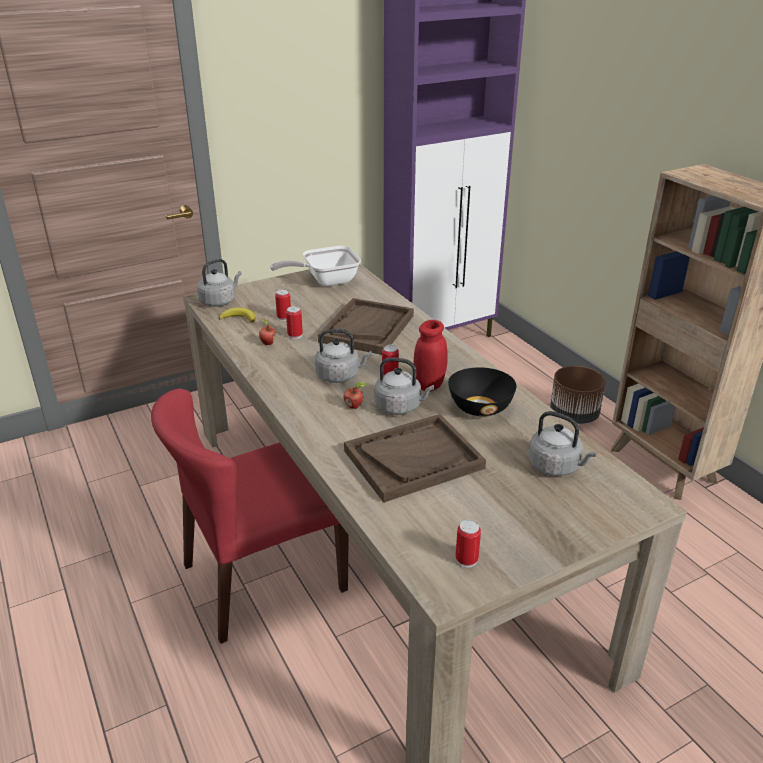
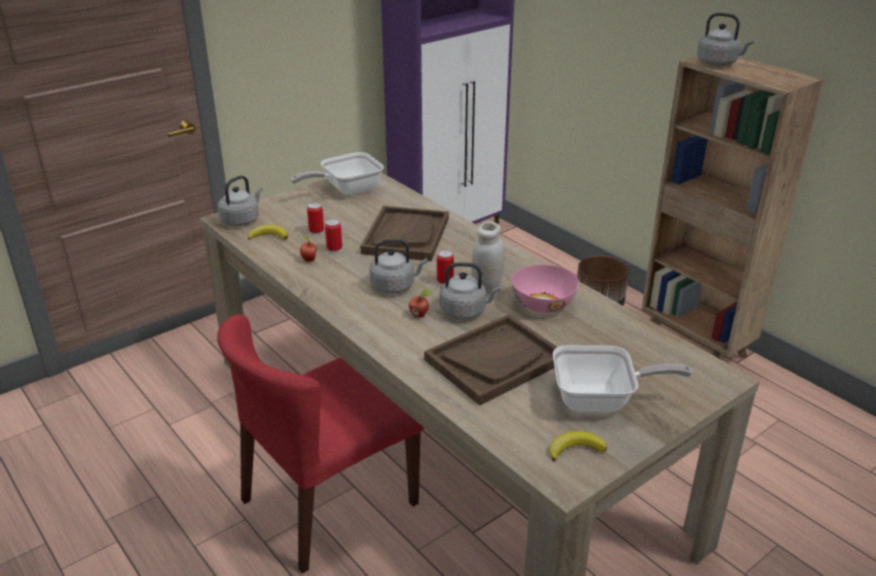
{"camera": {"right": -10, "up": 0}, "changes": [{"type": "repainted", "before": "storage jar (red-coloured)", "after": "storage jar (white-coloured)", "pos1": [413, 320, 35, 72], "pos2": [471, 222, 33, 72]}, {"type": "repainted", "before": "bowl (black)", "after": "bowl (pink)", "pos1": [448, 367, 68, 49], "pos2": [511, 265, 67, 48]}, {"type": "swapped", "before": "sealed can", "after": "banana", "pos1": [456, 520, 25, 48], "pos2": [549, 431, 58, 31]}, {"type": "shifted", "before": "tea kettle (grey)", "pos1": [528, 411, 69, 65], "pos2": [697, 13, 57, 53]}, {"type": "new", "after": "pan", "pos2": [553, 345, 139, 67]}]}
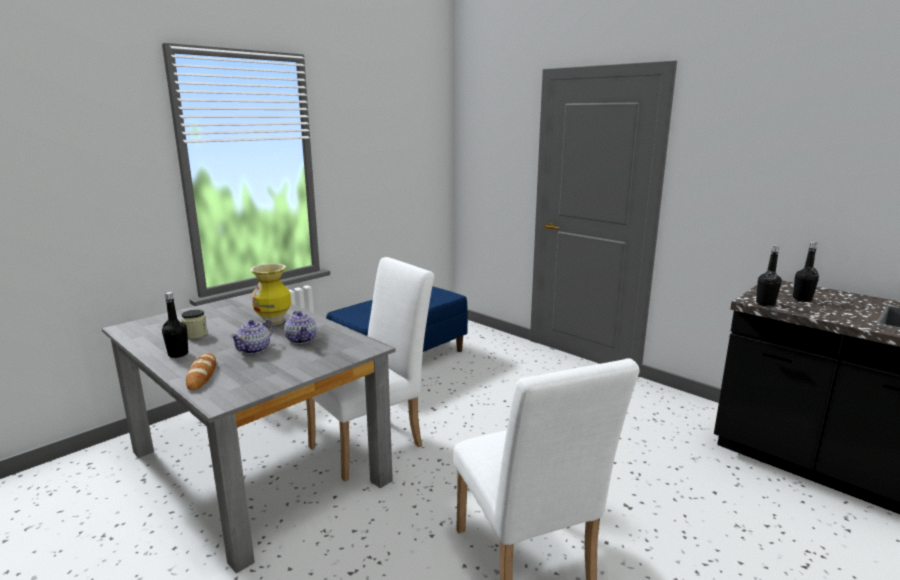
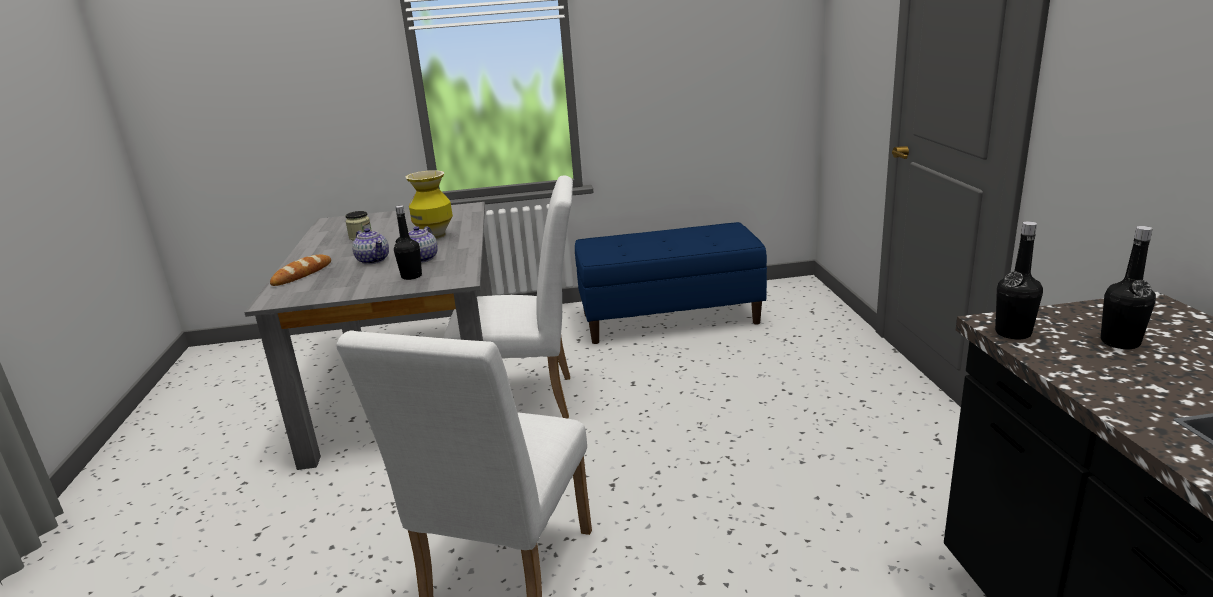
{"camera": {"right": 40, "up": 5}, "changes": [{"type": "shifted", "before": "bottle (black)", "pos1": [162, 292, 26, 66], "pos2": [394, 205, 28, 75]}, {"type": "rotated", "before": "tea pot", "pos1": [230, 319, 43, 35], "pos2": [352, 228, 37, 37], "turn": -105}]}
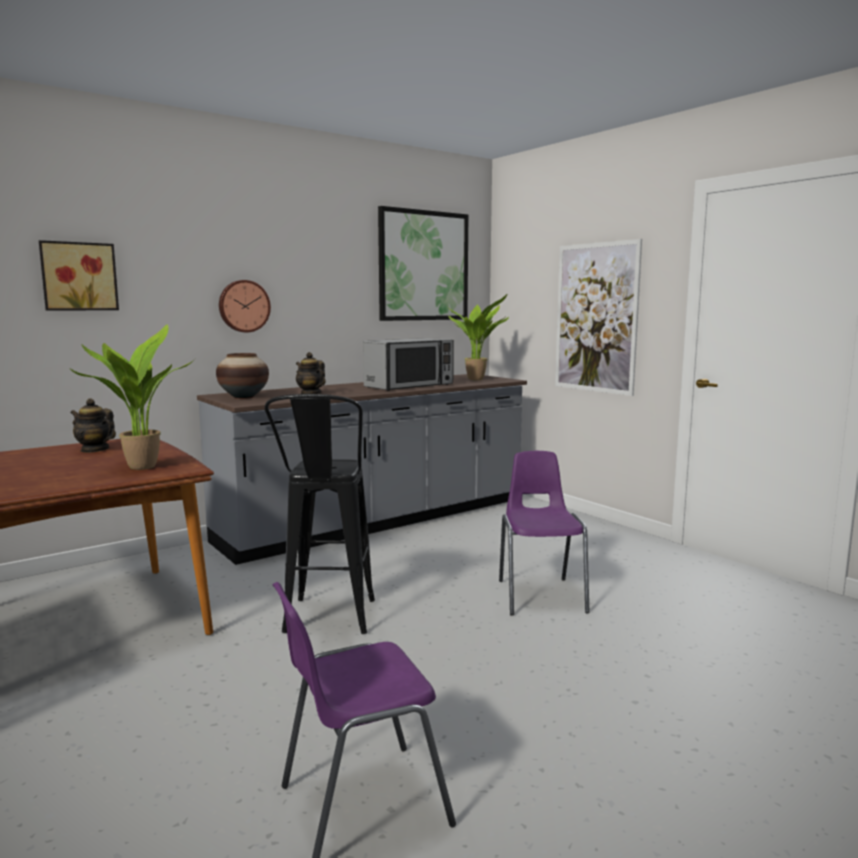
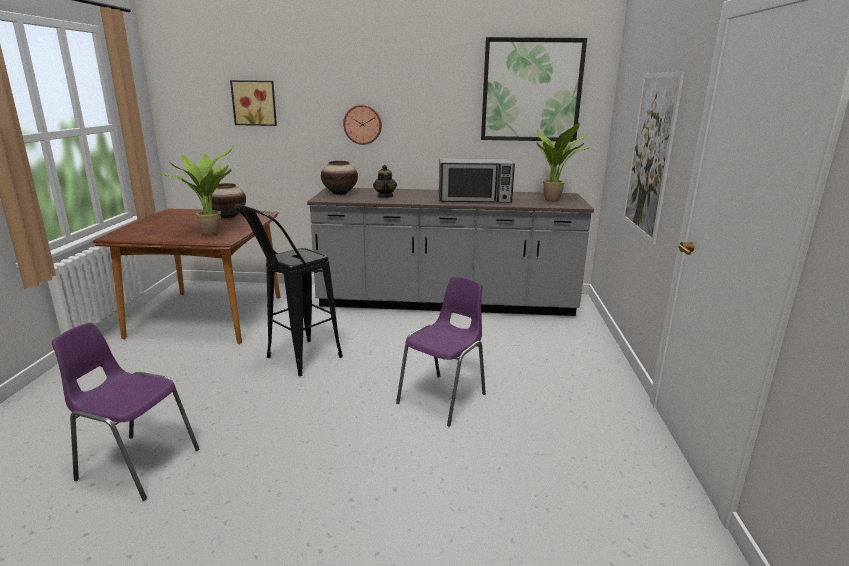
{"camera": {"right": 40, "up": 10}, "changes": [{"type": "swapped", "before": "tea pot", "after": "flower vase", "pos1": [71, 398, 45, 55], "pos2": [207, 183, 39, 35]}]}
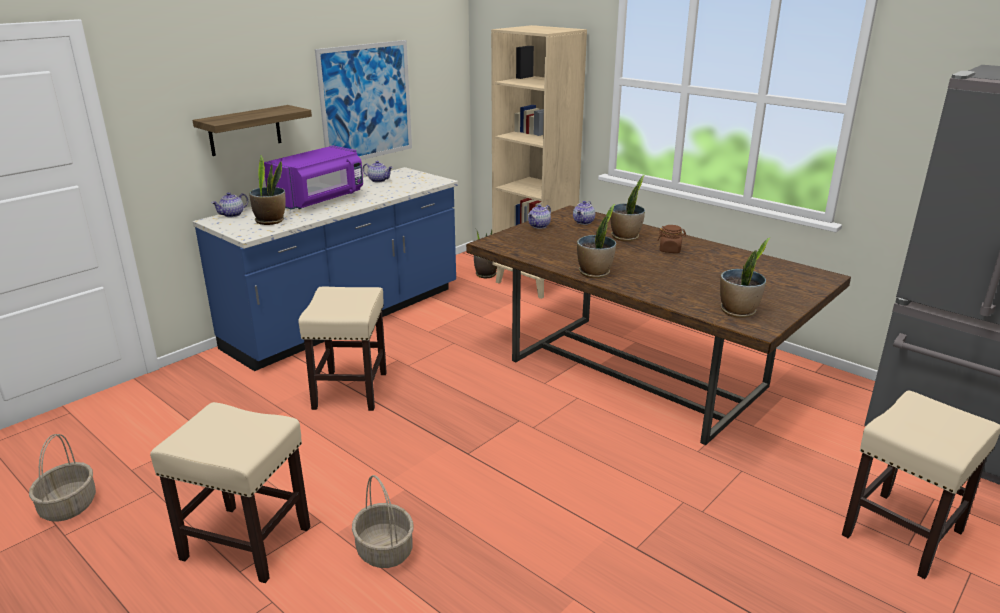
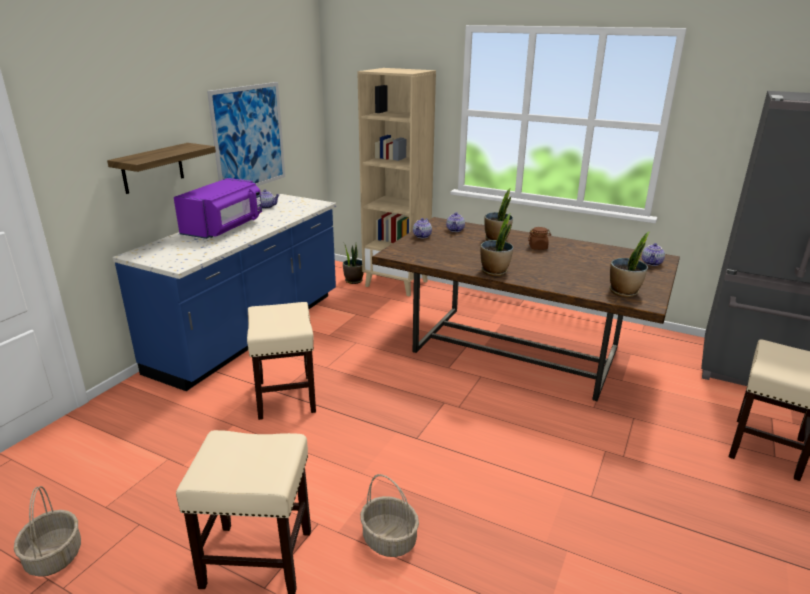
{"camera": {"right": -15, "up": 0}, "changes": [{"type": "shifted", "before": "tea pot", "pos1": [212, 192, 36, 25], "pos2": [642, 243, 23, 23]}, {"type": "gone", "before": "houseplant", "pos1": [249, 155, 37, 70]}]}
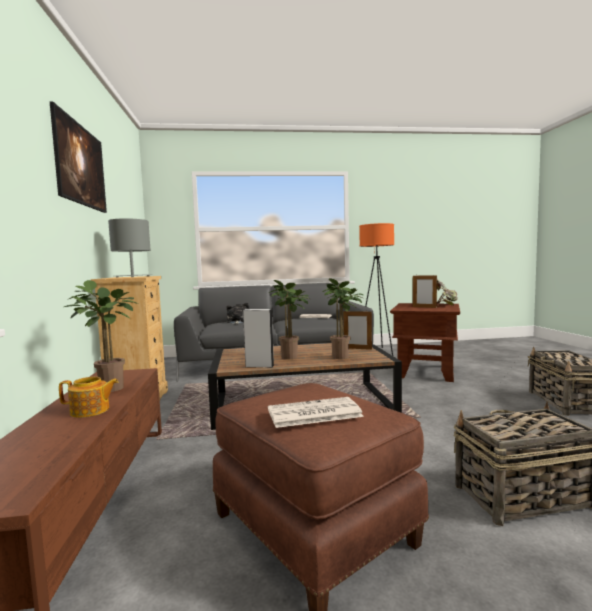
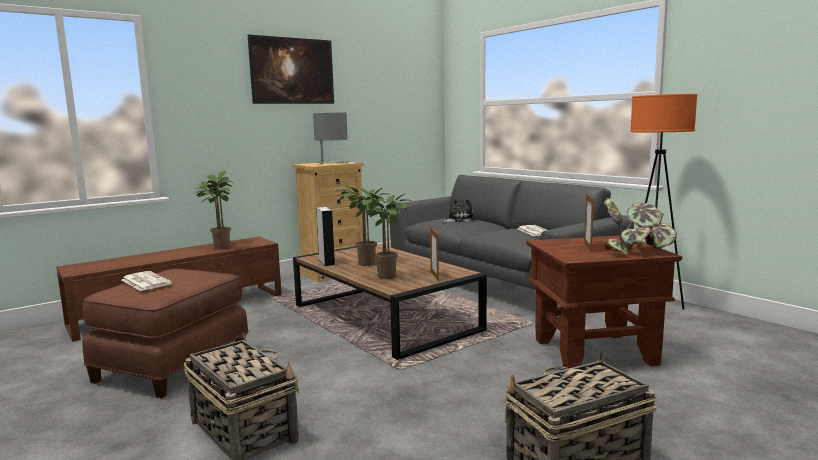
{"camera": {"right": 60, "up": 5}, "changes": [{"type": "gone", "before": "tea pot", "pos1": [59, 377, 60, 41]}]}
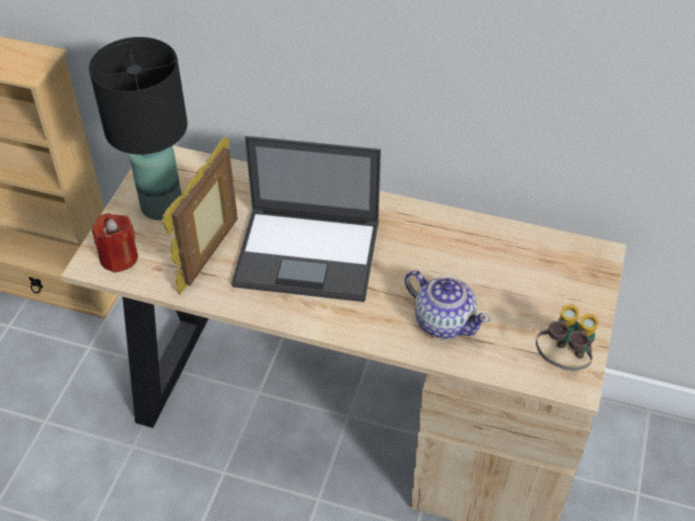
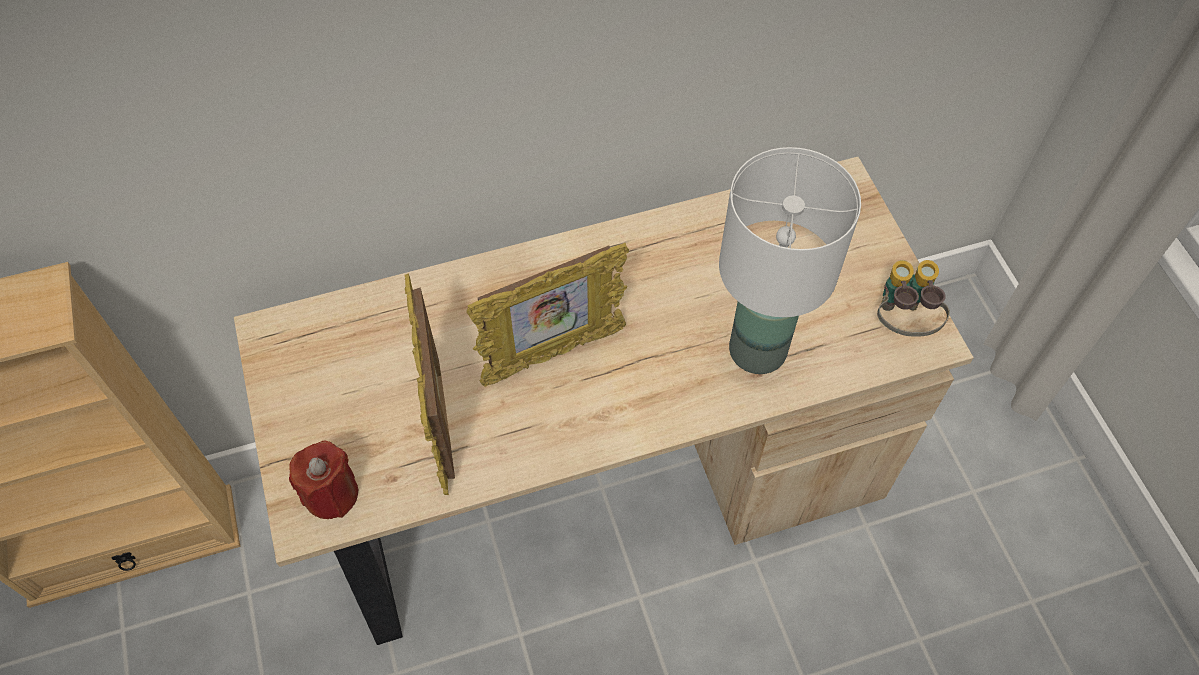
{"camera": {"right": -35, "up": 10}, "changes": [{"type": "gone", "before": "tabletop lamp (black)", "pos1": [89, 37, 99, 183]}, {"type": "swapped", "before": "laptop", "after": "picture frame", "pos1": [231, 136, 150, 166], "pos2": [466, 243, 163, 144]}, {"type": "swapped", "before": "tea pot", "after": "tabletop lamp (white-coloured)", "pos1": [405, 270, 85, 69], "pos2": [719, 147, 142, 227]}]}
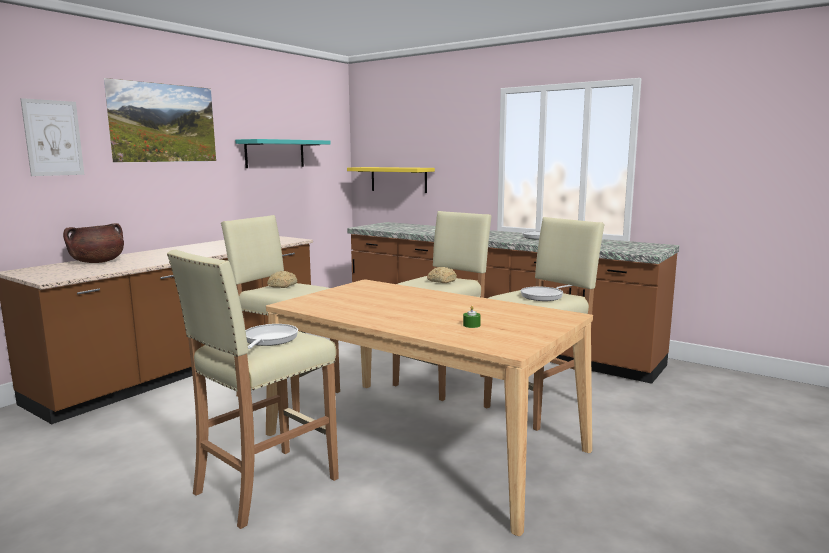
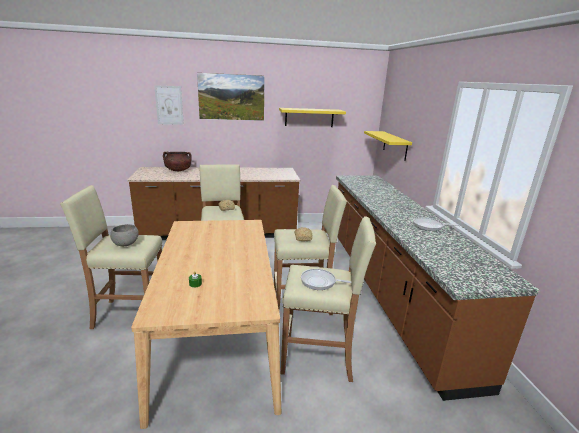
{"camera": {"right": 45, "up": 10}, "changes": [{"type": "repainted", "before": "wall shelf (turquoise)", "after": "wall shelf (yellow-coloured)", "pos1": [235, 139, 96, 29], "pos2": [279, 108, 67, 19]}, {"type": "swapped", "before": "pan", "after": "bowl (grey)", "pos1": [245, 324, 53, 25], "pos2": [110, 224, 29, 22]}]}
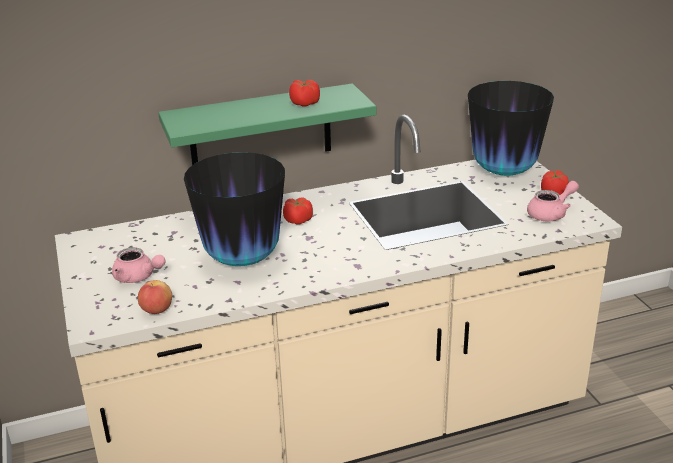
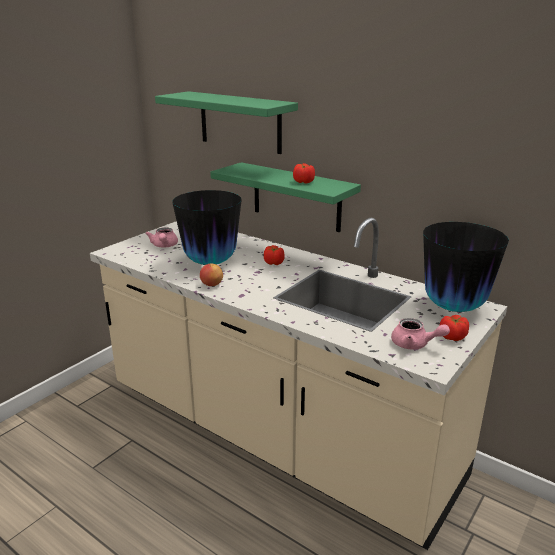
{"camera": {"right": 55, "up": -5}, "changes": [{"type": "shifted", "before": "apple fruit", "pos1": [138, 280, 34, 34], "pos2": [200, 263, 23, 23]}, {"type": "new", "after": "wall shelf (green)", "pos2": [155, 91, 143, 63]}]}
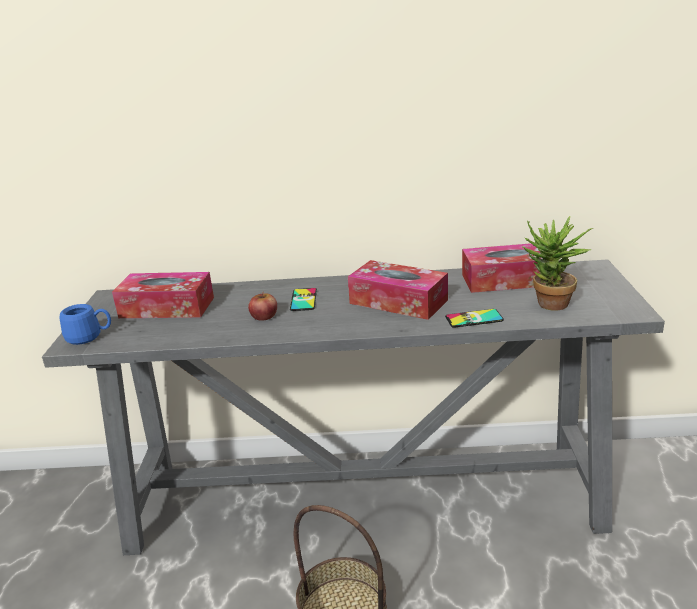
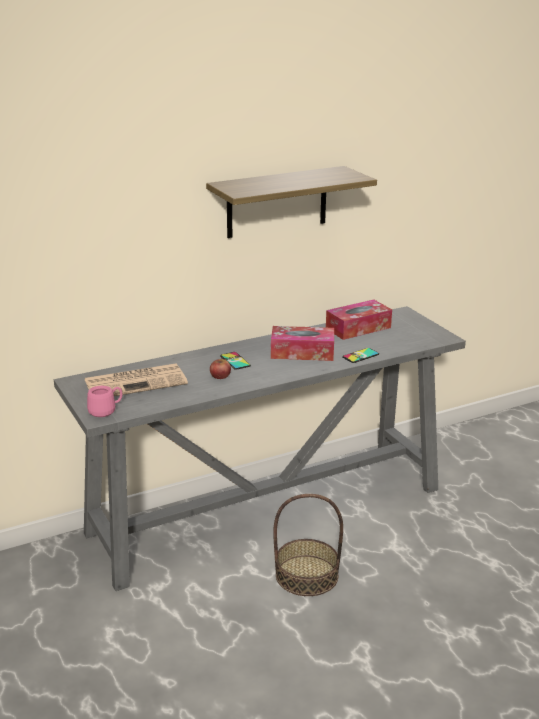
{"camera": {"right": -30, "up": 0}, "changes": [{"type": "repainted", "before": "coffee mug (blue-coloured)", "after": "coffee mug (pink)", "pos1": [59, 304, 52, 41], "pos2": [87, 386, 35, 31]}, {"type": "swapped", "before": "tissue box", "after": "daily paper", "pos1": [112, 272, 102, 46], "pos2": [85, 364, 103, 32]}, {"type": "gone", "before": "houseplant", "pos1": [522, 216, 71, 94]}, {"type": "new", "after": "wall shelf", "pos2": [206, 166, 171, 72]}]}
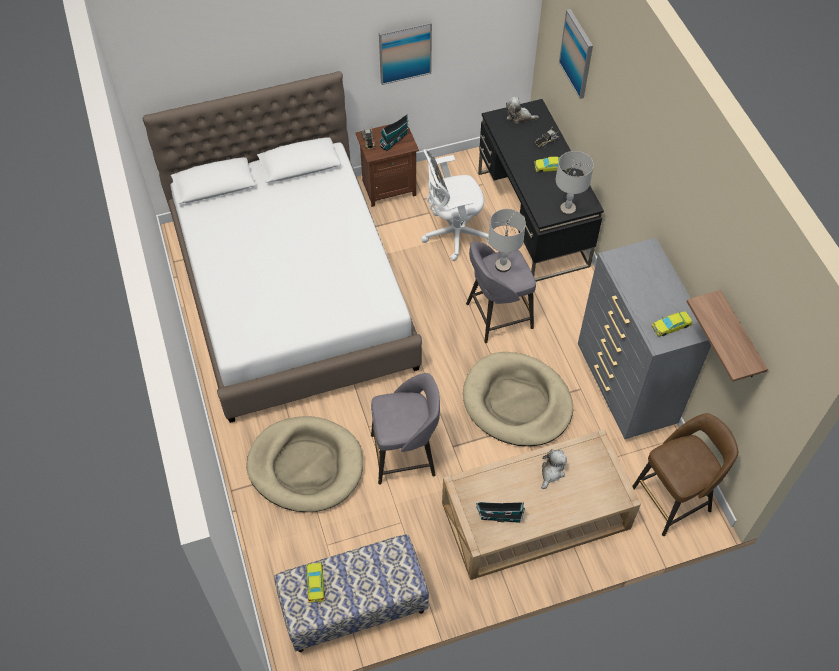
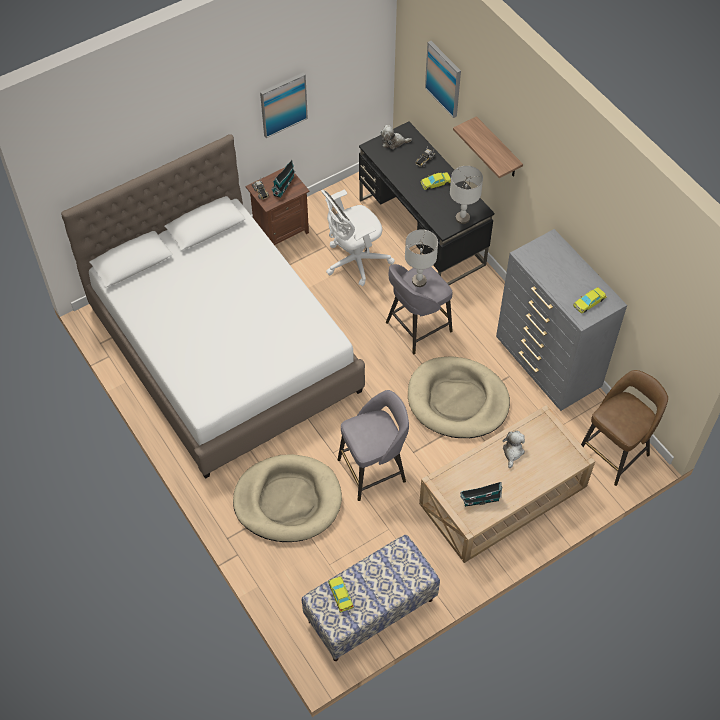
{"camera": {"right": -15, "up": 0}, "changes": [{"type": "shifted", "before": "wall shelf", "pos1": [687, 290, 81, 92], "pos2": [453, 116, 70, 62]}]}
